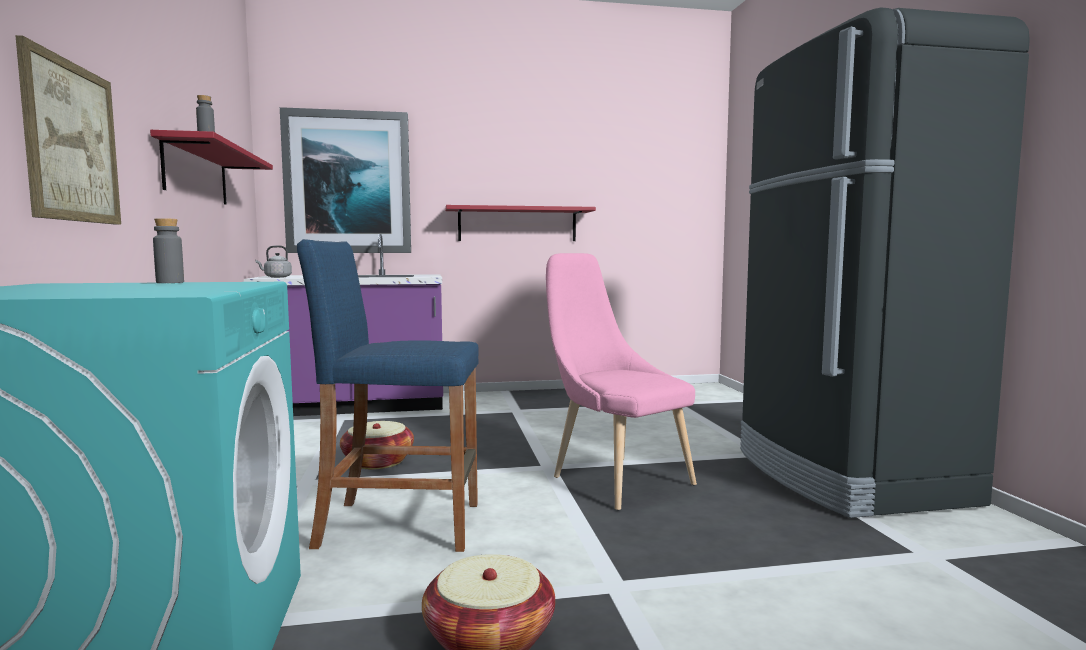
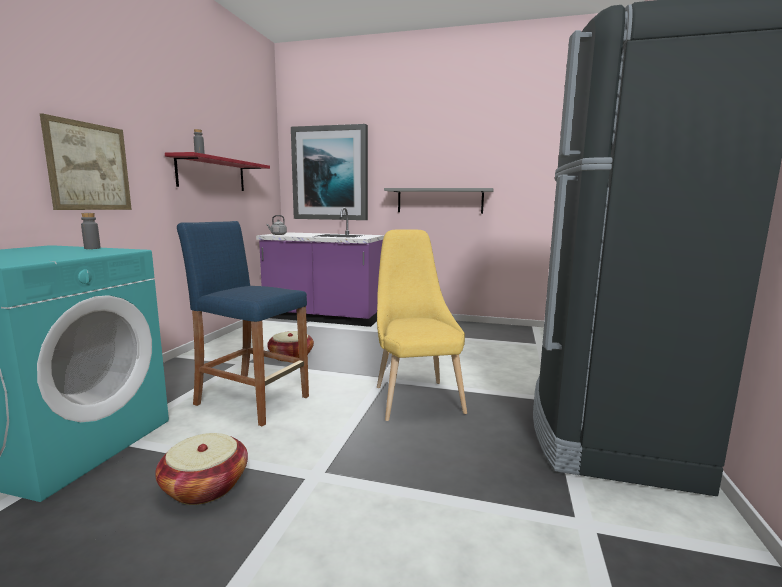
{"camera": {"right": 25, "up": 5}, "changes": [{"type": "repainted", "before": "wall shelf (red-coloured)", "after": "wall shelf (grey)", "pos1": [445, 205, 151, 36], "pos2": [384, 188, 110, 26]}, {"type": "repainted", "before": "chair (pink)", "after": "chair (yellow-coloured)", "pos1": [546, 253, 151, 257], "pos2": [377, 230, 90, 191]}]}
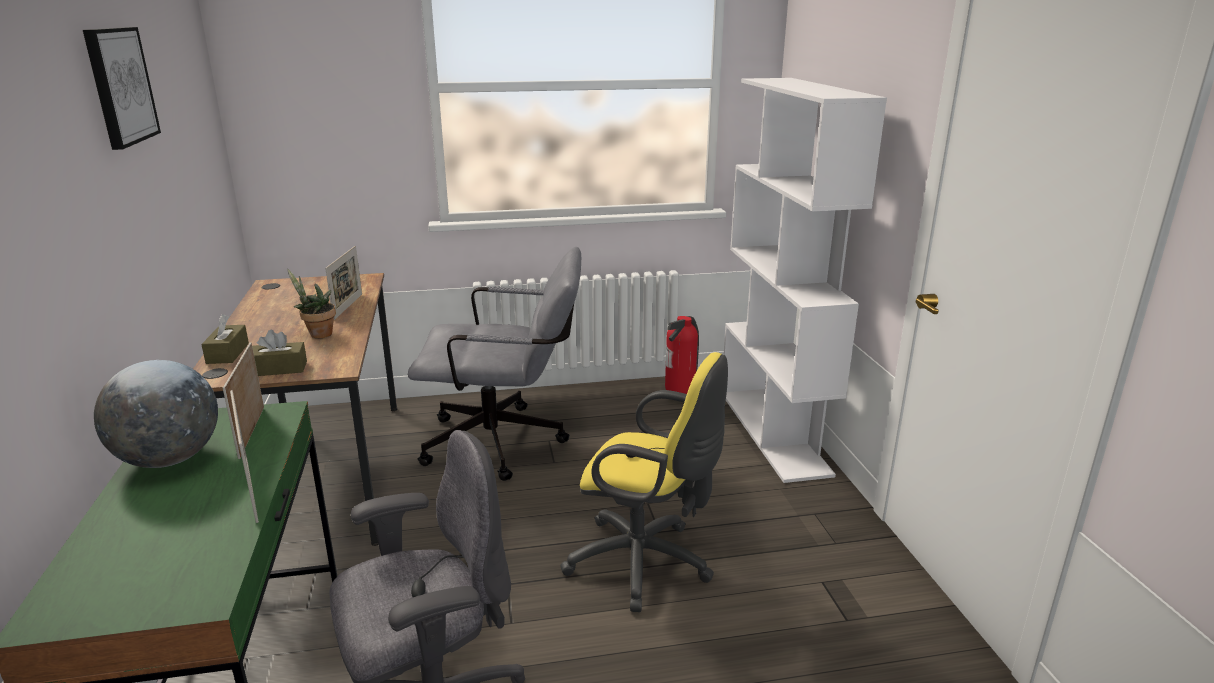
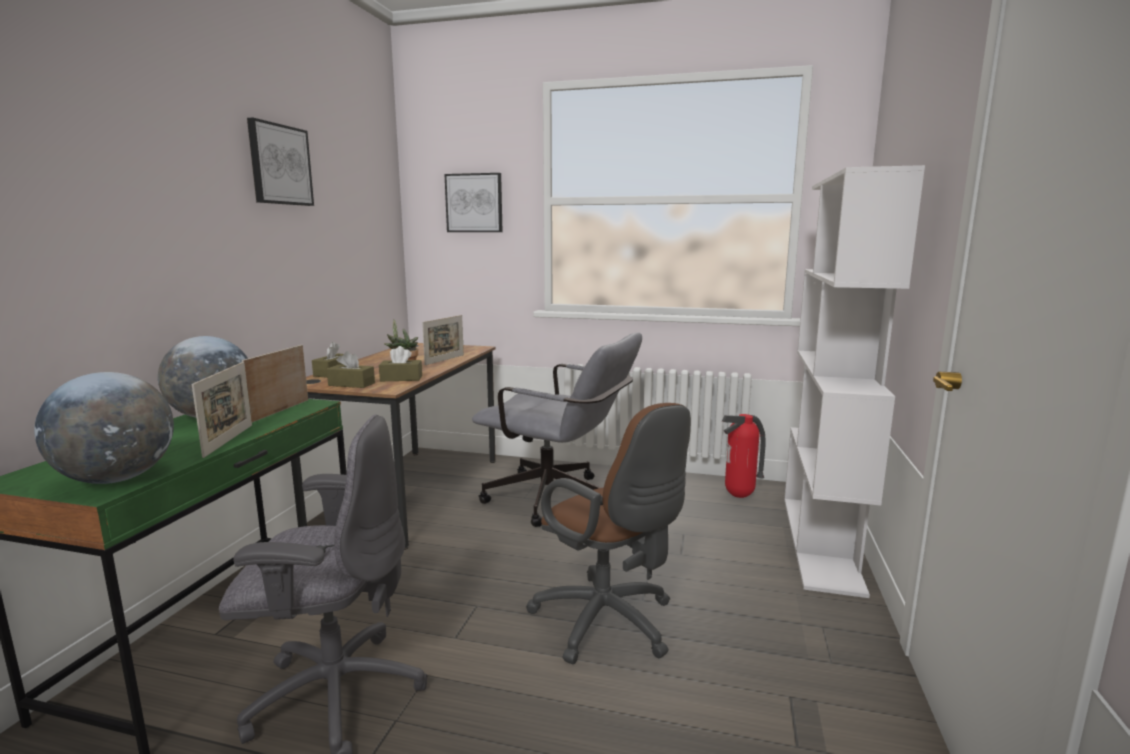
{"camera": {"right": 25, "up": -10}, "changes": [{"type": "repainted", "before": "computer chair (yellow-coloured)", "after": "computer chair (brown)", "pos1": [560, 352, 168, 260], "pos2": [526, 403, 165, 261]}, {"type": "new", "after": "desk globe", "pos2": [34, 372, 140, 112]}, {"type": "new", "after": "tissue box (brown)", "pos2": [379, 346, 43, 35]}, {"type": "new", "after": "wall picture", "pos2": [444, 173, 59, 59]}]}
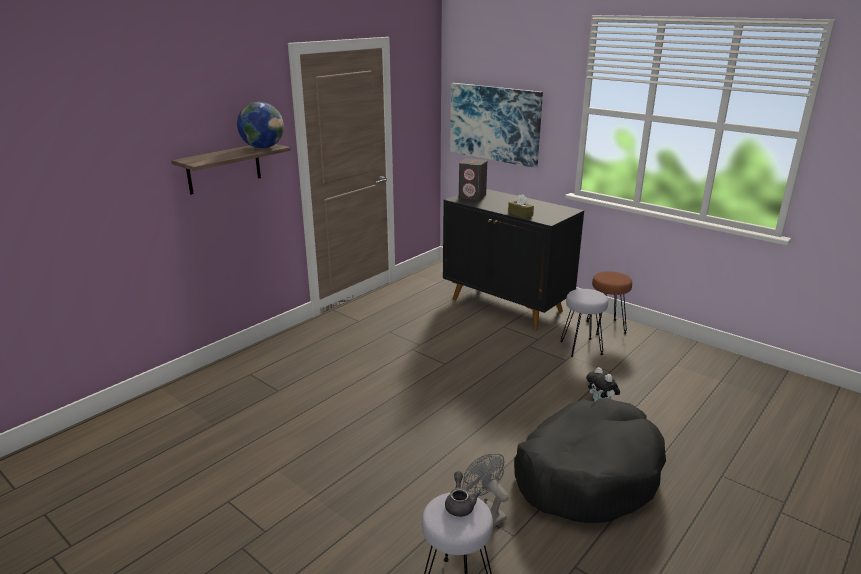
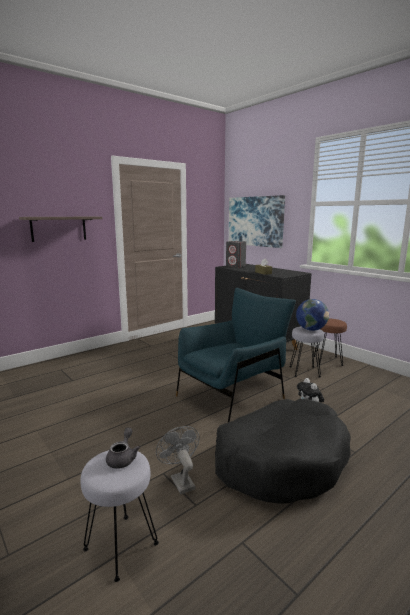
{"camera": {"right": 10, "up": -10}, "changes": [{"type": "shifted", "before": "desk globe", "pos1": [237, 102, 47, 46], "pos2": [296, 299, 33, 32]}, {"type": "new", "after": "easy chair (blue-coloured)", "pos2": [176, 288, 120, 134]}]}
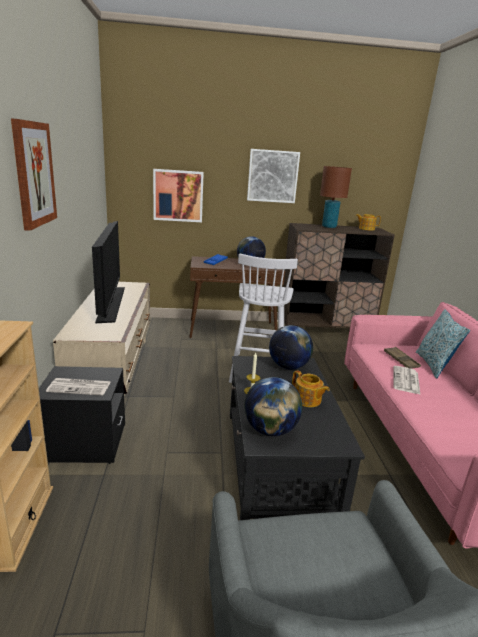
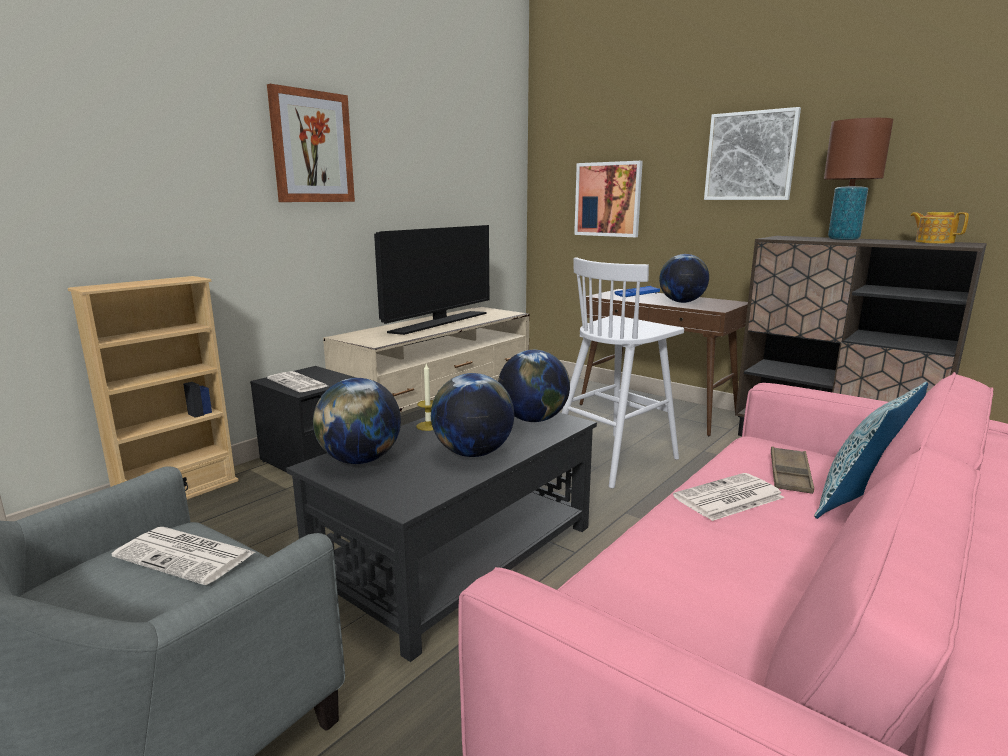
{"camera": {"right": 45, "up": -5}, "changes": [{"type": "swapped", "before": "tea pot", "after": "desk globe", "pos1": [292, 370, 38, 37], "pos2": [431, 373, 83, 84]}, {"type": "new", "after": "daily paper", "pos2": [112, 527, 143, 58]}]}
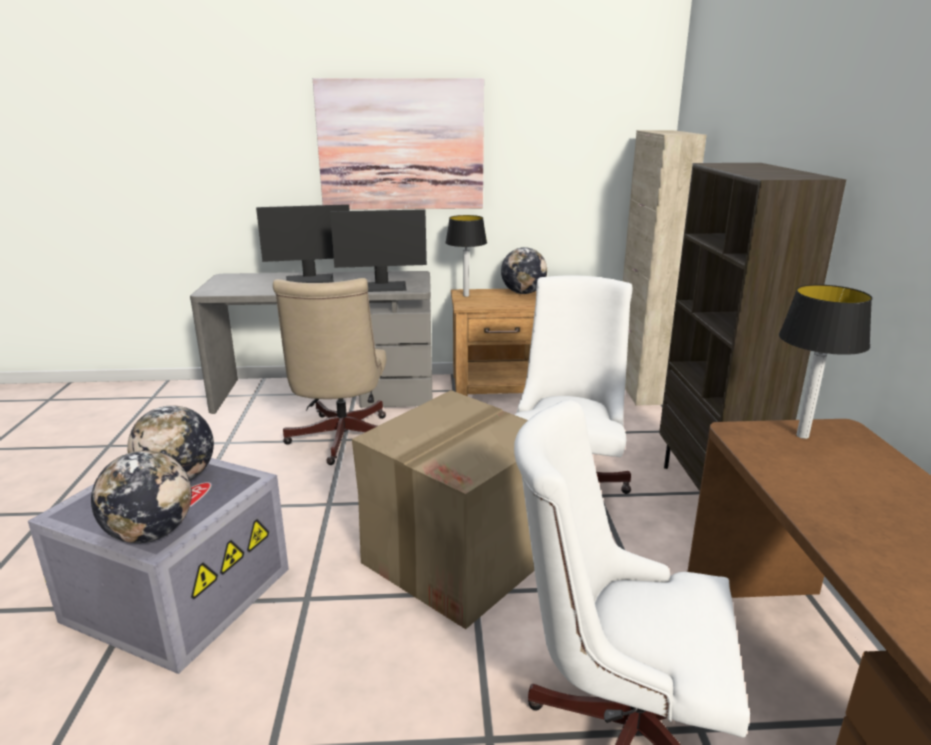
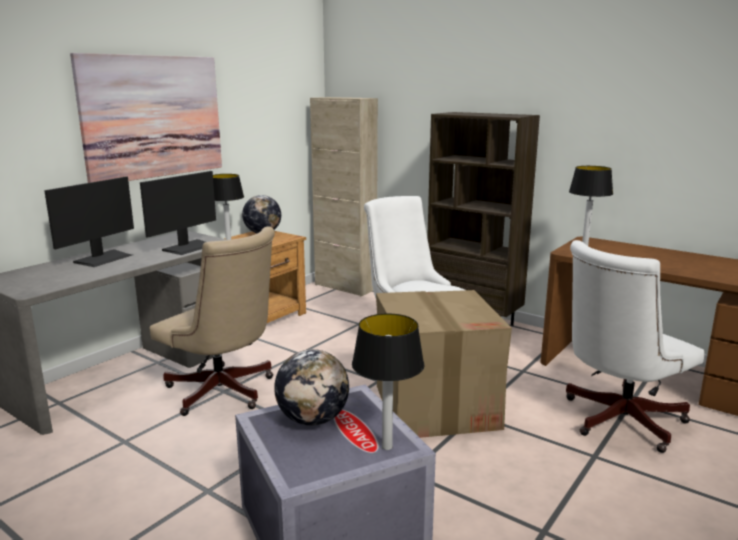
{"camera": {"right": -50, "up": -5}, "changes": [{"type": "swapped", "before": "desk globe", "after": "tabletop lamp", "pos1": [91, 451, 101, 92], "pos2": [352, 313, 72, 137]}]}
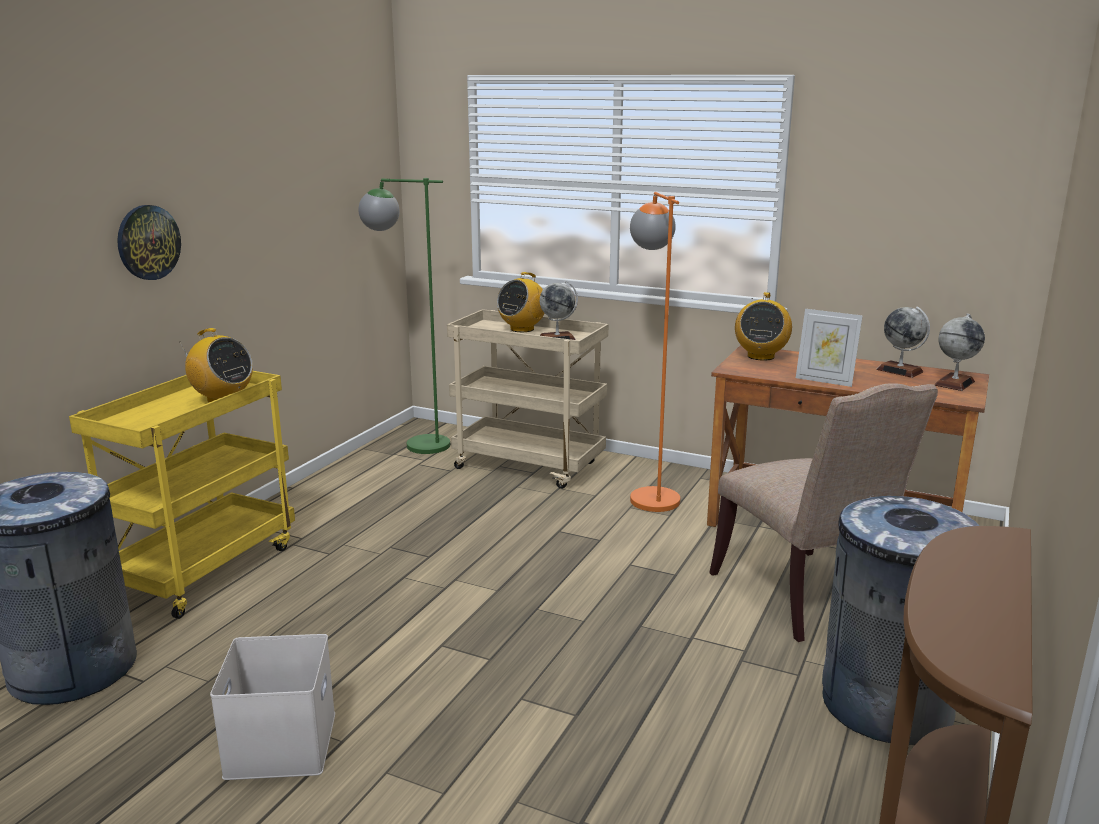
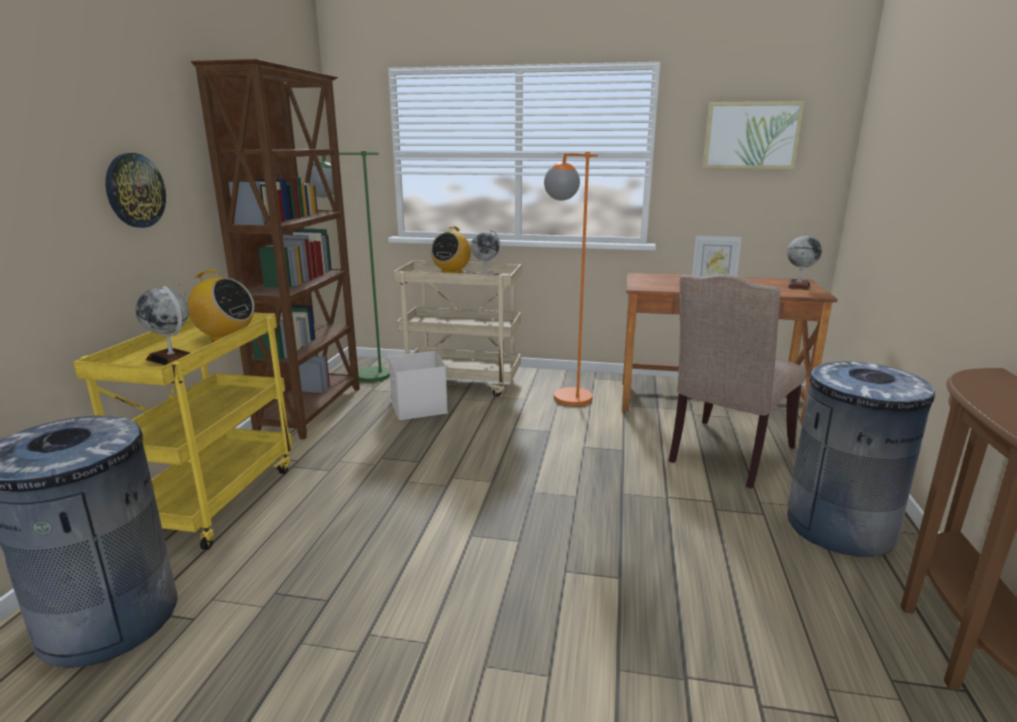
{"camera": {"right": -15, "up": 0}, "changes": [{"type": "shifted", "before": "storage container (white-coloured)", "pos1": [210, 634, 125, 146], "pos2": [388, 351, 60, 69]}, {"type": "rotated", "before": "chair (beige-coloured)", "pos1": [709, 383, 229, 259], "pos2": [669, 274, 137, 215], "turn": 75}, {"type": "gone", "before": "radio set", "pos1": [735, 292, 57, 69]}, {"type": "shifted", "before": "desk globe", "pos1": [876, 307, 54, 71], "pos2": [136, 286, 54, 79]}, {"type": "new", "after": "bookshelf (brown)", "pos2": [191, 59, 169, 381]}, {"type": "new", "after": "wall picture", "pos2": [703, 101, 102, 68]}]}
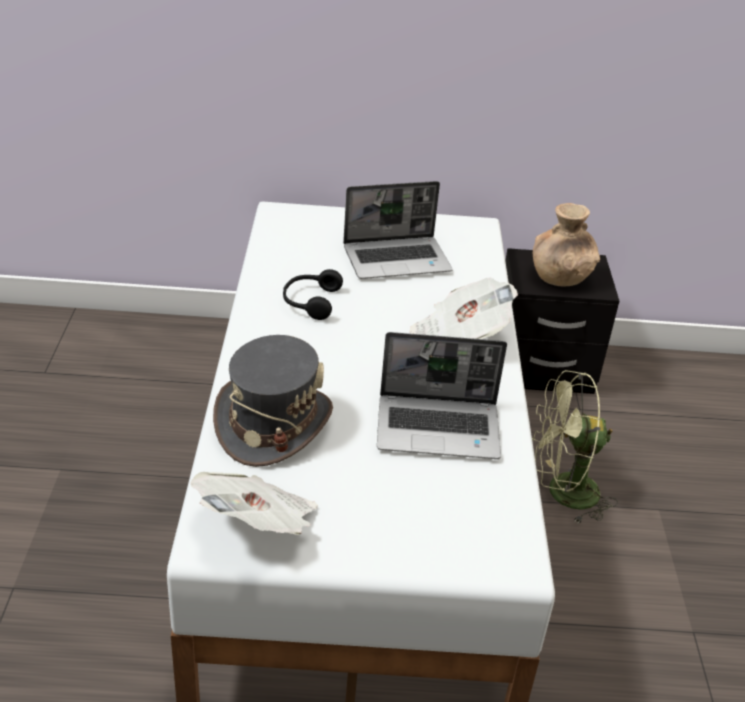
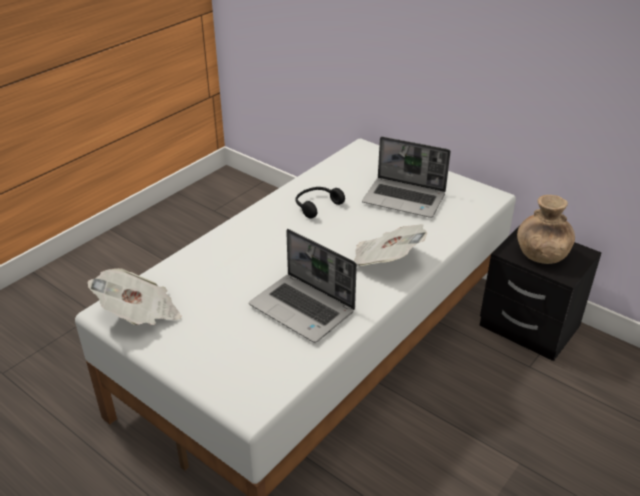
{"camera": {"right": 40, "up": 0}, "changes": [{"type": "gone", "before": "wearable hat (grey)", "pos1": [213, 335, 120, 132]}, {"type": "gone", "before": "cooling fan (green)", "pos1": [532, 370, 86, 154]}]}
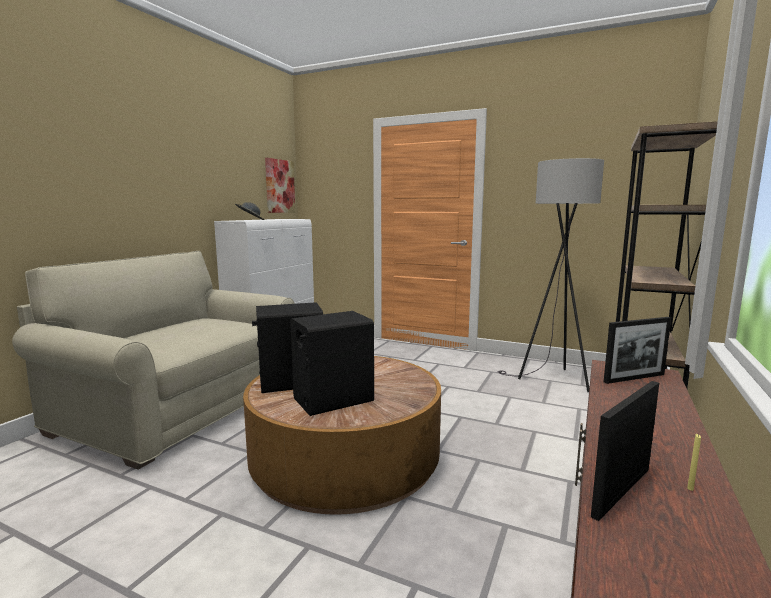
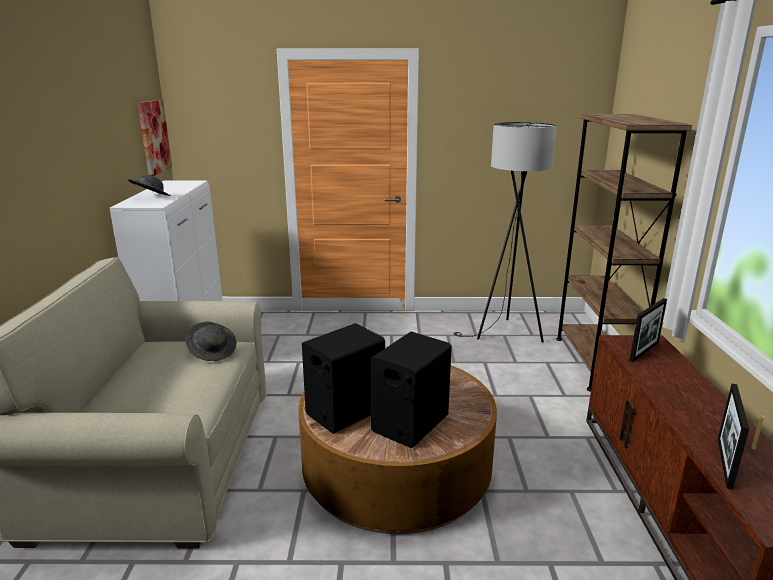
{"camera": {"right": -25, "up": 10}, "changes": [{"type": "new", "after": "wearable hat (grey)", "pos2": [185, 322, 52, 39]}]}
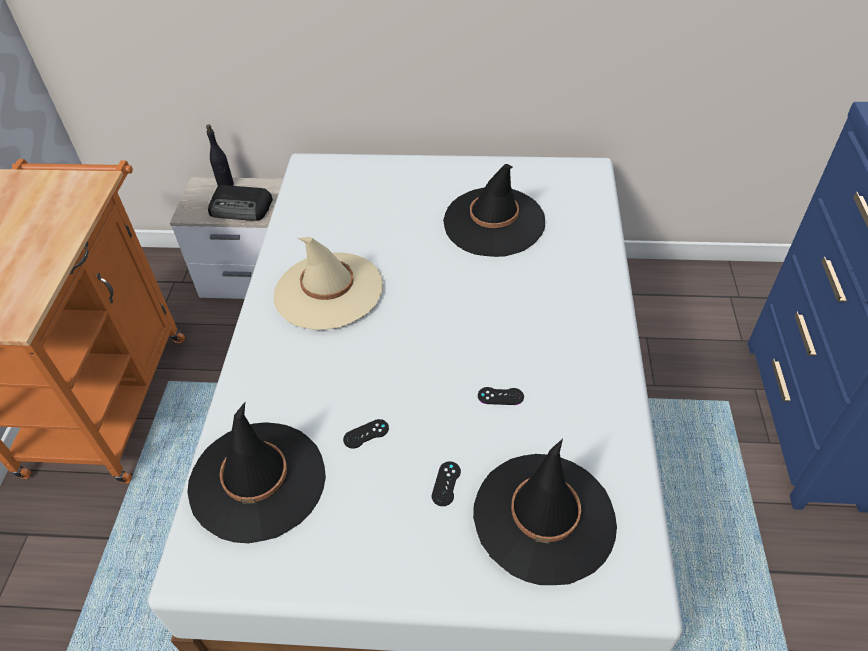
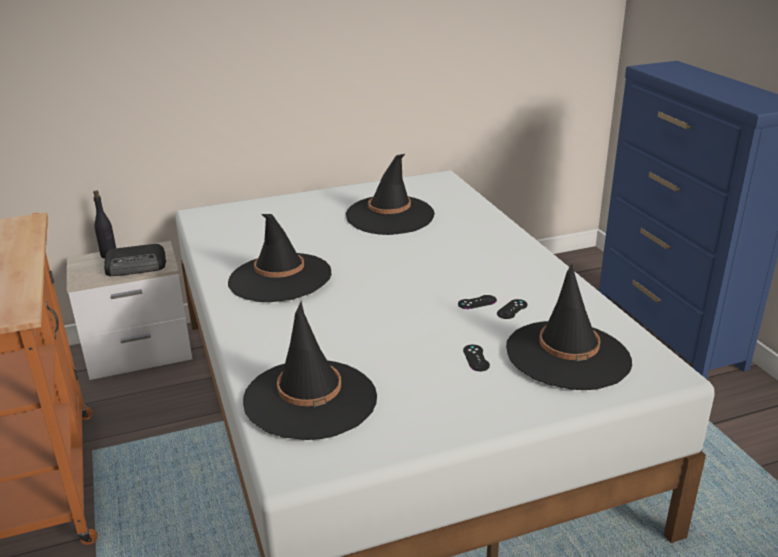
{"camera": {"right": -25, "up": -20}, "changes": [{"type": "repainted", "before": "wearable hat (beige-coloured)", "after": "wearable hat (black)", "pos1": [274, 237, 109, 93], "pos2": [228, 214, 103, 88]}, {"type": "shifted", "before": "game controller (black)", "pos1": [343, 419, 46, 30], "pos2": [497, 299, 30, 20]}]}
